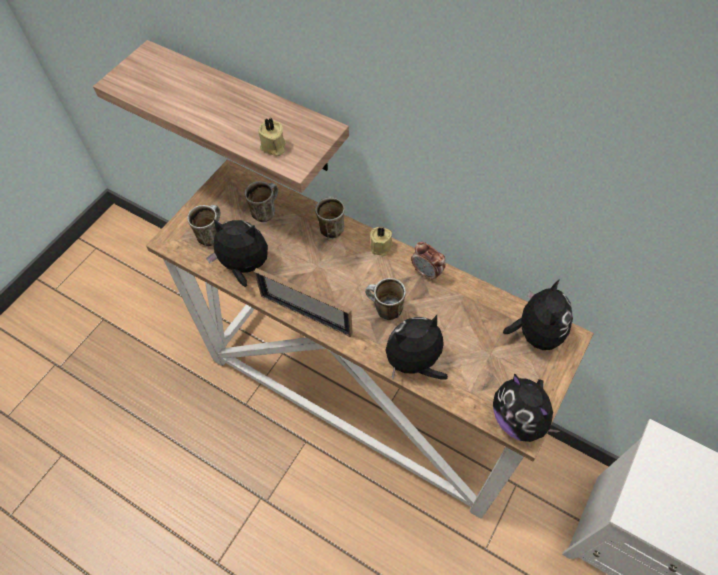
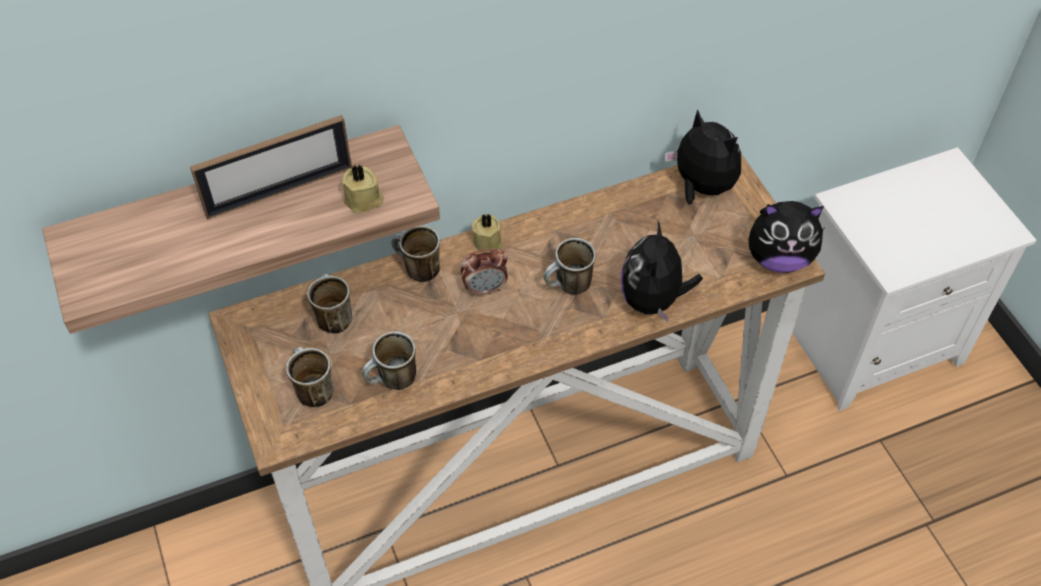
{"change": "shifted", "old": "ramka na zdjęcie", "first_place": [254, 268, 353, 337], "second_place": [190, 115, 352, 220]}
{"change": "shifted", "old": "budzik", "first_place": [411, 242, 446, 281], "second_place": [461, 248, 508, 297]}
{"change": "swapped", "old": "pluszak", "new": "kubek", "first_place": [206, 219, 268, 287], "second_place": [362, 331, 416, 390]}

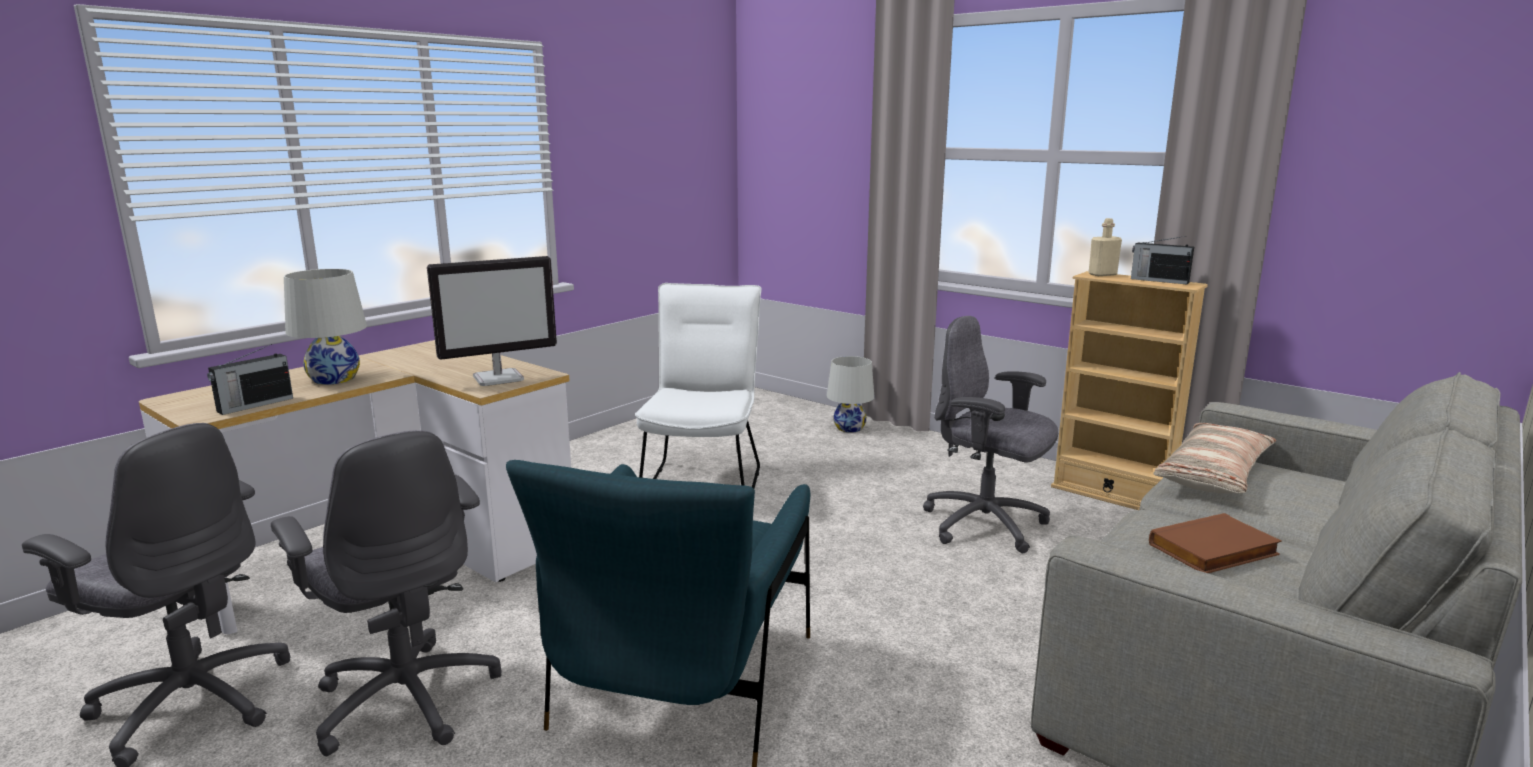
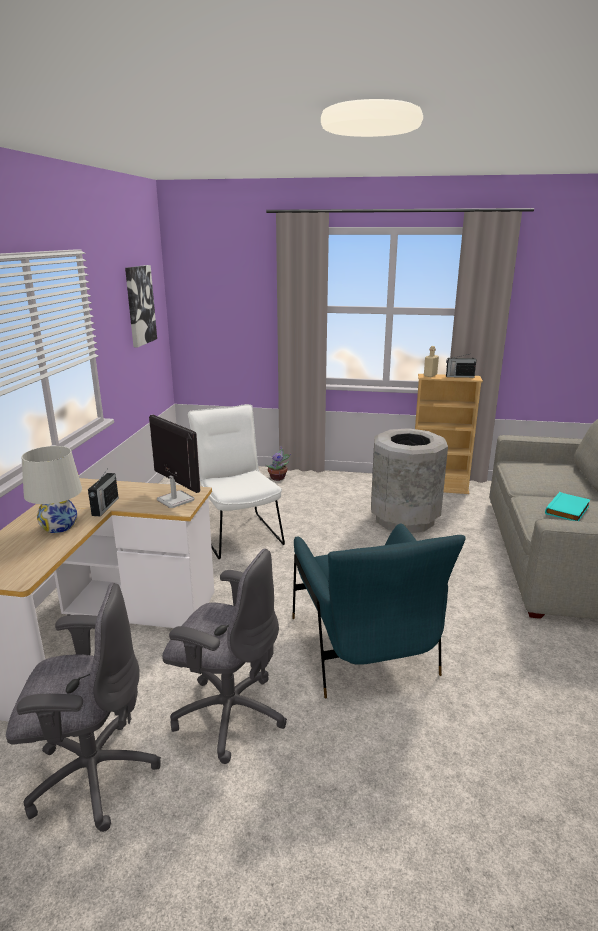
{"change": "gone", "old": "poduszka", "first_place": [1153, 423, 1276, 494]}
{"change": "new", "new": "obraz", "second_place": [125, 265, 157, 347]}
{"change": "shifted", "old": "radio", "first_place": [207, 344, 293, 415], "second_place": [88, 470, 119, 516]}
{"change": "swapped", "old": "lampa stołowa/biały", "new": "roślina doniczkowa", "first_place": [827, 356, 874, 433], "second_place": [265, 446, 291, 481]}
{"change": "swapped", "old": "krzesło biurowe/szary", "new": "kosz na śmieci/szary", "first_place": [923, 316, 1058, 553], "second_place": [371, 428, 448, 533]}
{"change": "repainted", "old": "książka/brązowy", "new": "książka/turkusowy", "first_place": [1149, 513, 1282, 573], "second_place": [545, 492, 590, 521]}
{"change": "rotated", "old": "monitor", "first_place": [427, 256, 557, 386], "second_place": [149, 415, 200, 508], "degrees": -75}

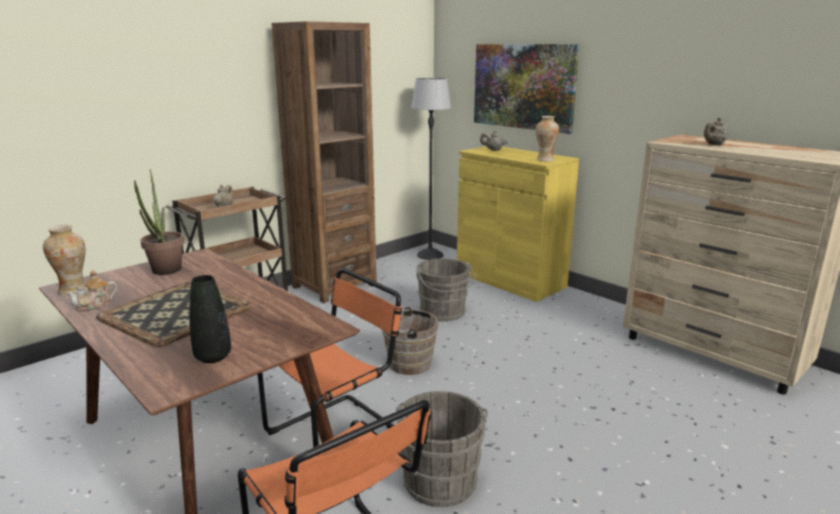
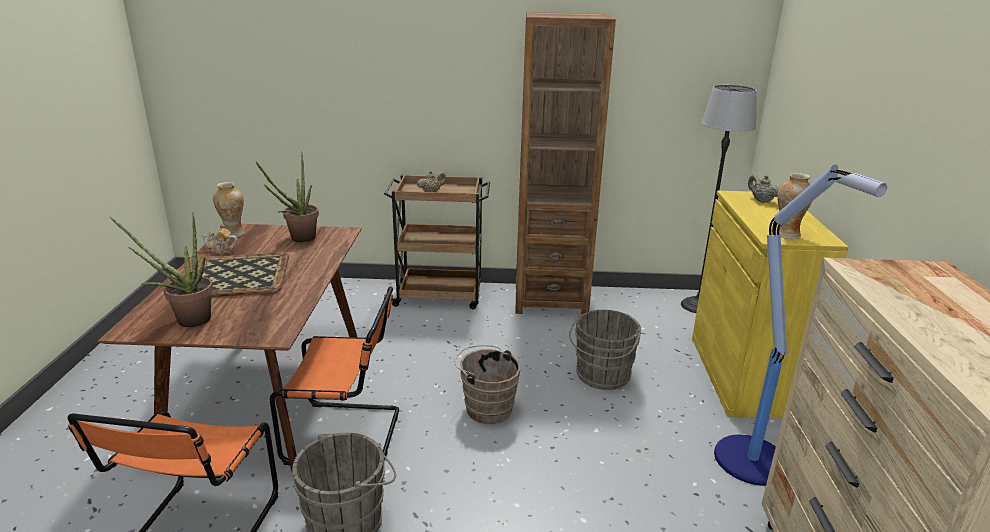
{"change": "gone", "old": "obraz", "first_place": [474, 44, 580, 134]}
{"change": "gone", "old": "imbryk/beżowy", "first_place": [704, 117, 728, 145]}
{"change": "new", "new": "lampa stojąca", "second_place": [714, 164, 887, 486]}
{"change": "swapped", "old": "wazon/czarny", "new": "roślina doniczkowa", "first_place": [189, 275, 231, 363], "second_place": [110, 212, 213, 327]}

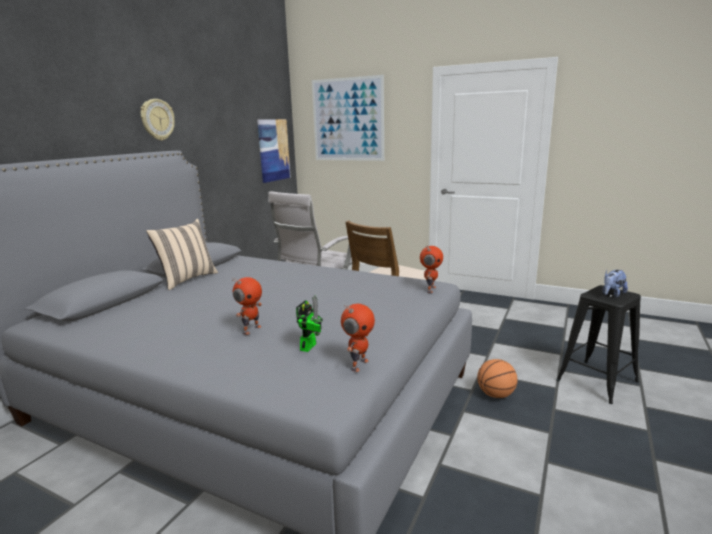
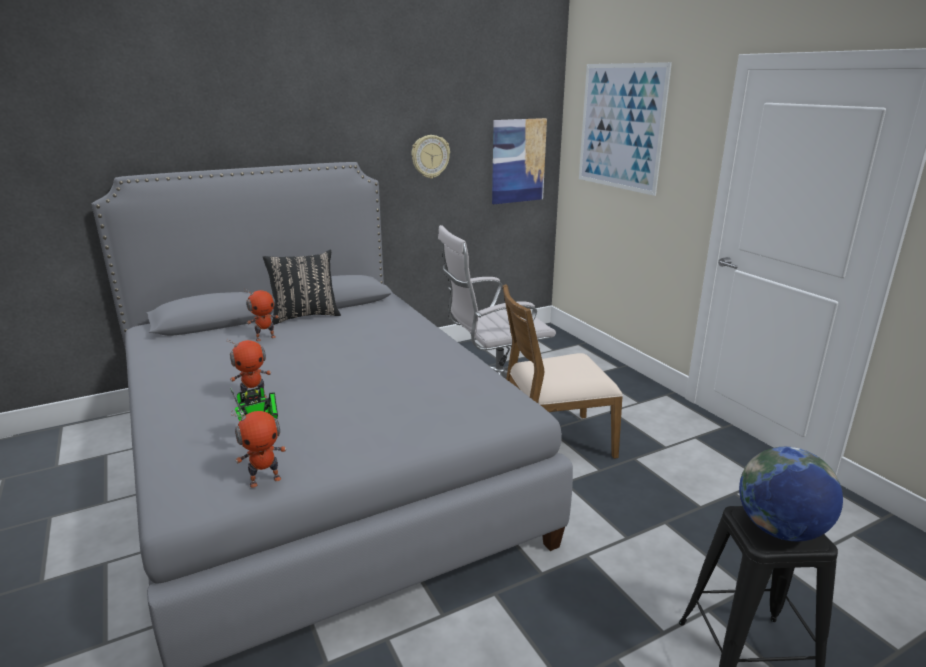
{"change": "gone", "old": "piłka do koszykówki", "first_place": [477, 359, 518, 398]}
{"change": "shifted", "old": "zegar ścienny", "first_place": [141, 99, 175, 141], "second_place": [412, 135, 450, 179]}
{"change": "shifted", "old": "robot zabawkowy", "first_place": [420, 245, 443, 293], "second_place": [244, 289, 279, 341]}
{"change": "swapped", "old": "pluszak", "new": "globus", "first_place": [603, 270, 628, 298], "second_place": [739, 447, 843, 542]}
{"change": "repainted", "old": "poduszka/beżowy", "new": "poduszka/czarny", "first_place": [146, 219, 218, 290], "second_place": [263, 250, 341, 325]}

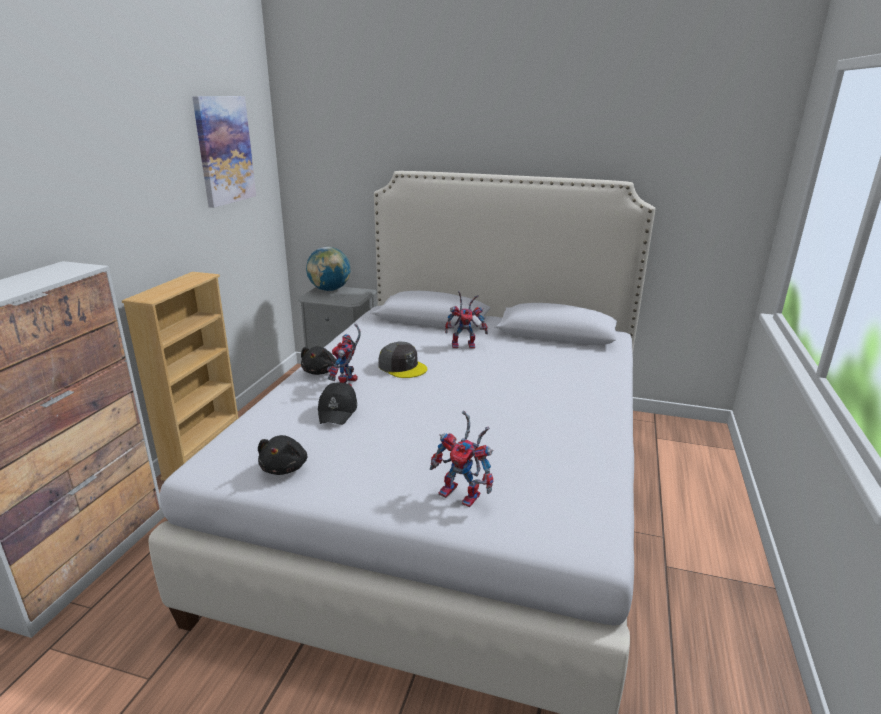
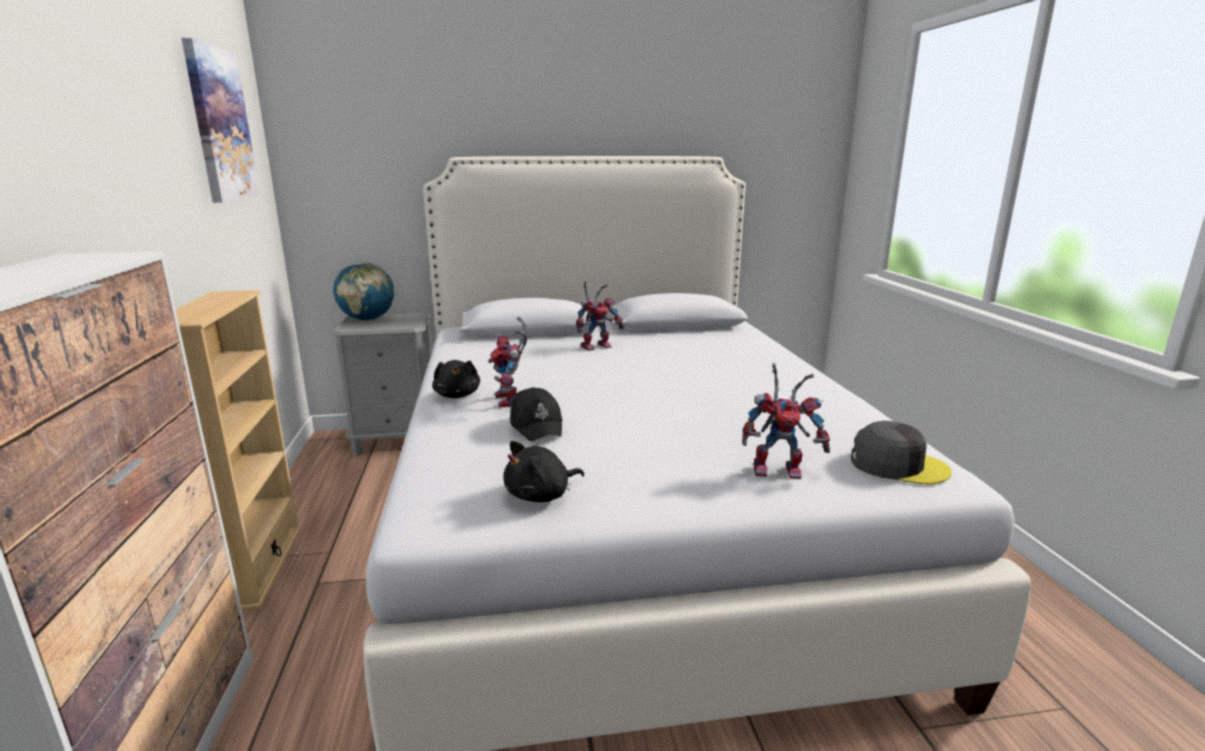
{"change": "shifted", "old": "czapka z daszkiem/szary", "first_place": [378, 342, 427, 378], "second_place": [851, 421, 952, 484]}
{"change": "rotated", "old": "pluszak/czarny", "first_place": [258, 435, 307, 475], "second_place": [503, 441, 584, 502], "degrees": 75}

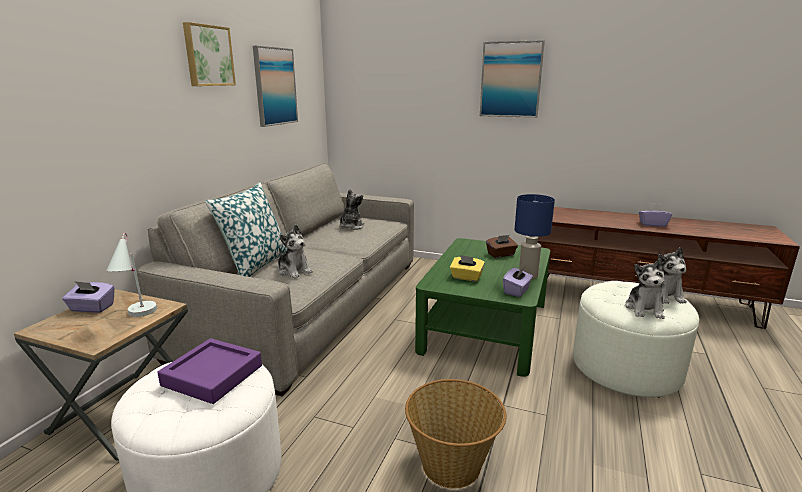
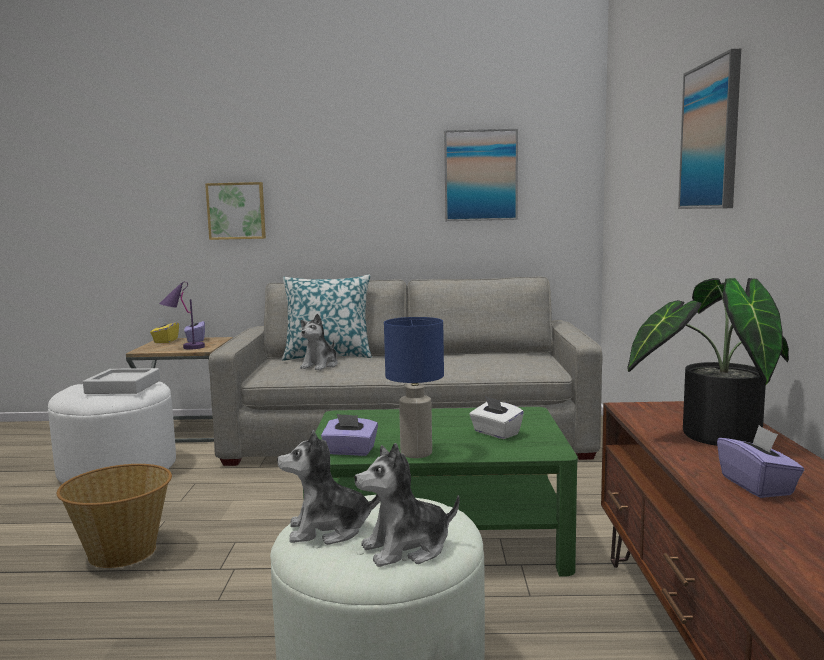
{"change": "gone", "old": "pluszak", "first_place": [339, 189, 364, 230]}
{"change": "new", "new": "roślina doniczkowa", "second_place": [627, 278, 789, 446]}
{"change": "shifted", "old": "obraz", "first_place": [183, 22, 236, 86], "second_place": [205, 182, 266, 240]}
{"change": "shifted", "old": "pudełko chusteczek/żółty", "first_place": [450, 255, 485, 282], "second_place": [150, 317, 179, 343]}
{"change": "repainted", "old": "lampa stołowa/biały", "new": "lampa stołowa/fioletowy", "first_place": [106, 233, 157, 317], "second_place": [159, 281, 205, 349]}
{"change": "repainted", "old": "taca/fioletowy", "new": "taca/szary", "first_place": [157, 338, 262, 404], "second_place": [83, 368, 160, 394]}
{"change": "repainted", "old": "pudełko chusteczek/brązowy", "new": "pudełko chusteczek/biały", "first_place": [486, 235, 518, 258], "second_place": [469, 396, 524, 439]}

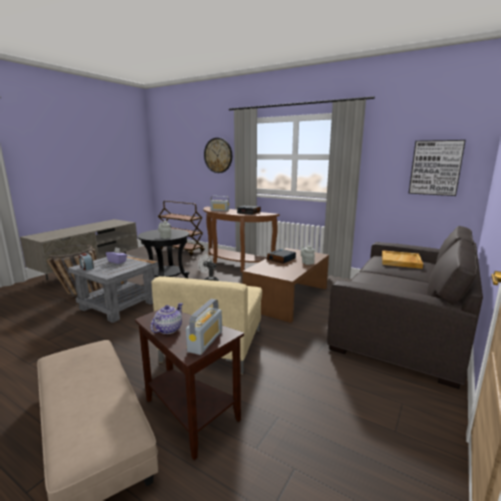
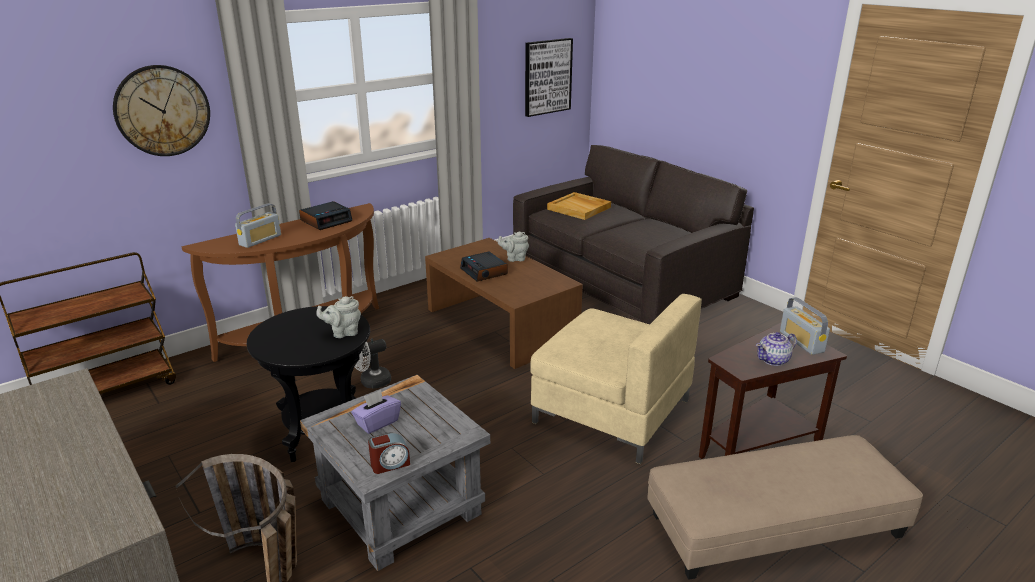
{"change": "rotated", "old": "imbryk", "first_place": [150, 303, 183, 334], "second_place": [756, 332, 797, 366], "degrees": -75}
{"change": "rotated", "old": "radio", "first_place": [186, 299, 222, 355], "second_place": [780, 297, 830, 355], "degrees": -150}

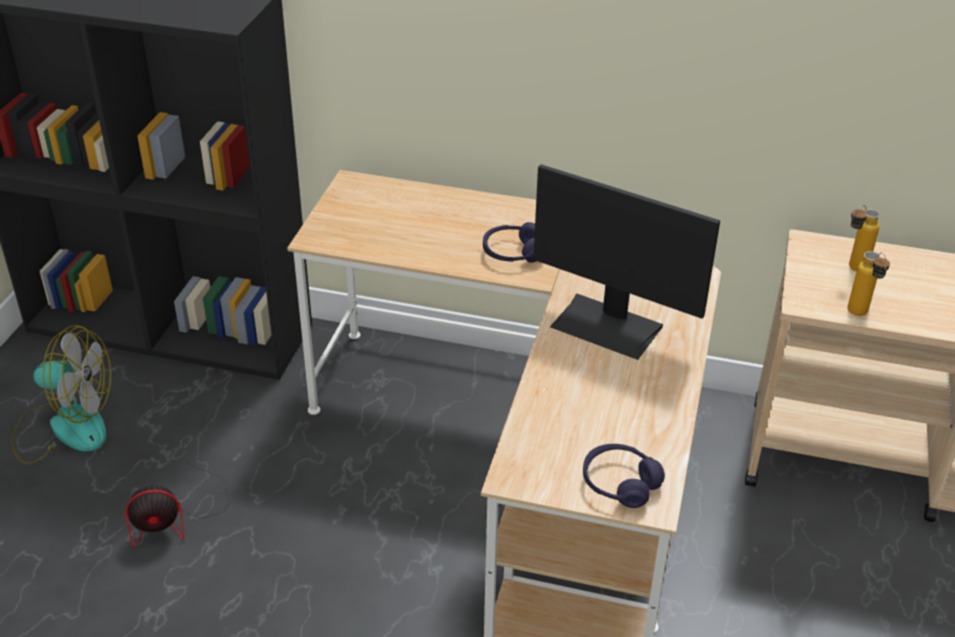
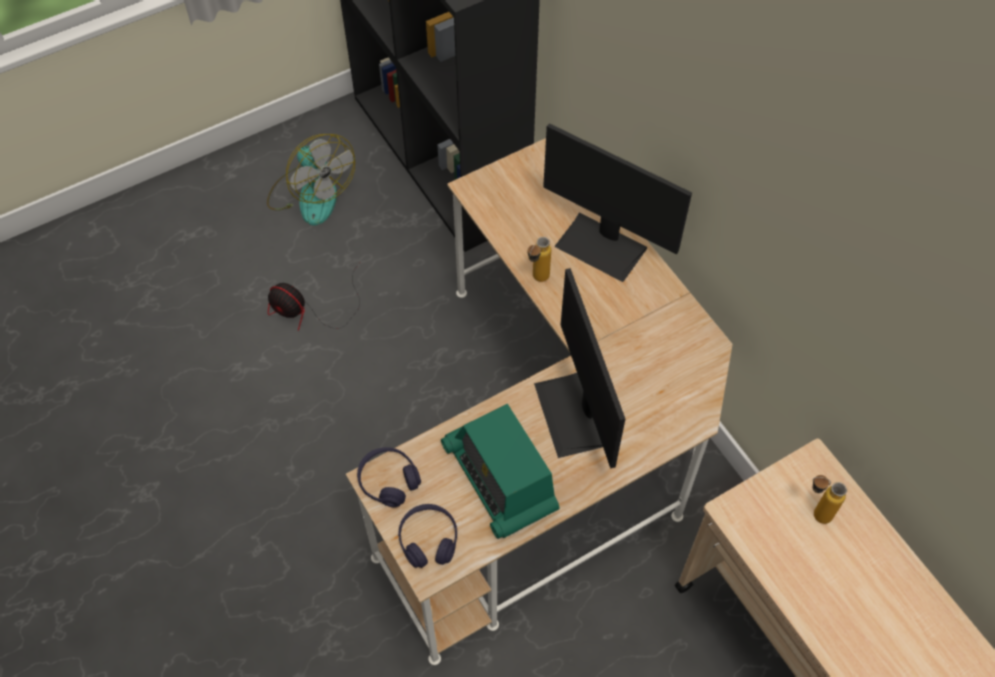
{"change": "new", "new": "radio", "second_place": [441, 404, 560, 539]}
{"change": "new", "new": "monitor", "second_place": [543, 123, 692, 282]}
{"change": "shifted", "old": "słuchawki/fioletowy", "first_place": [483, 222, 536, 263], "second_place": [357, 447, 421, 507]}
{"change": "shifted", "old": "butelka", "first_place": [847, 251, 890, 316], "second_place": [528, 237, 551, 282]}

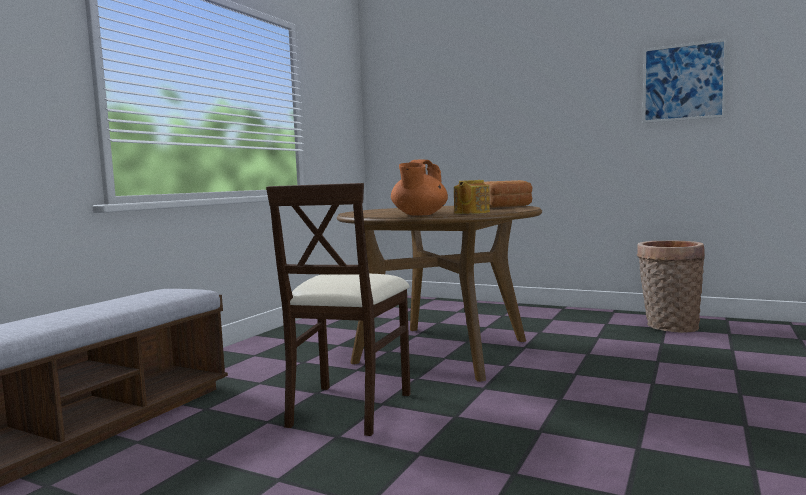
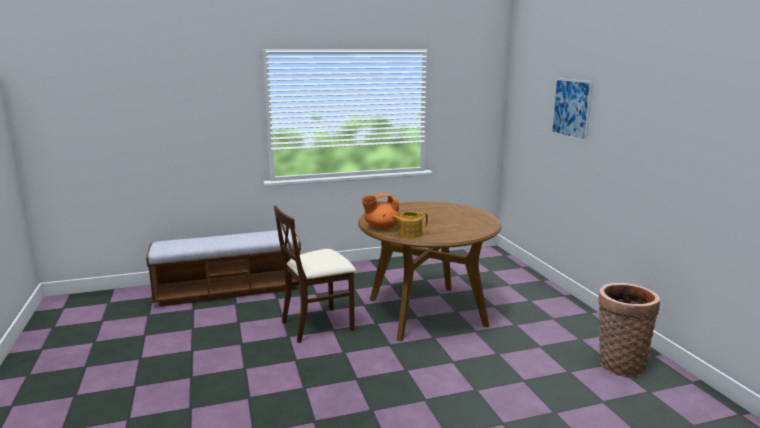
{"change": "gone", "old": "chleb", "first_place": [484, 180, 533, 208]}
{"change": "shifted", "old": "obraz", "first_place": [643, 38, 727, 123], "second_place": [551, 78, 593, 142]}

